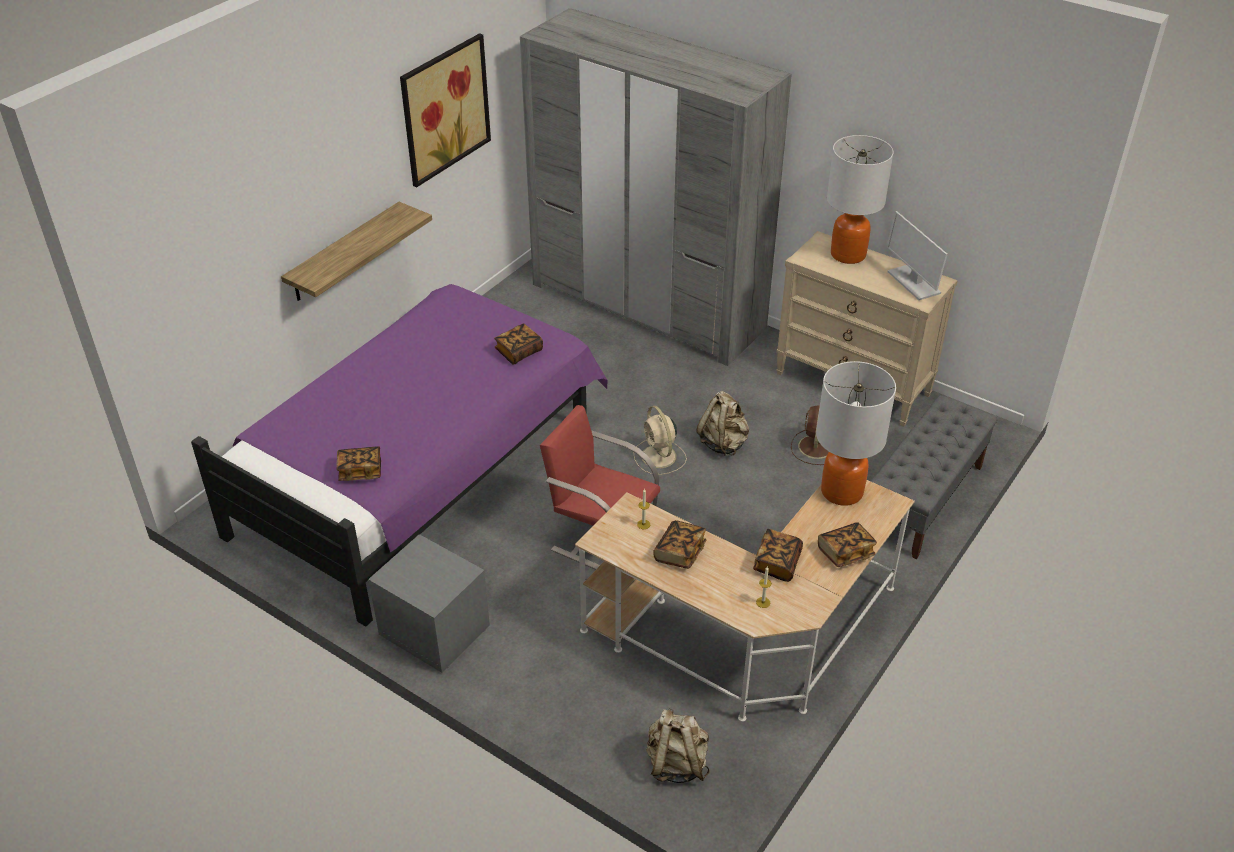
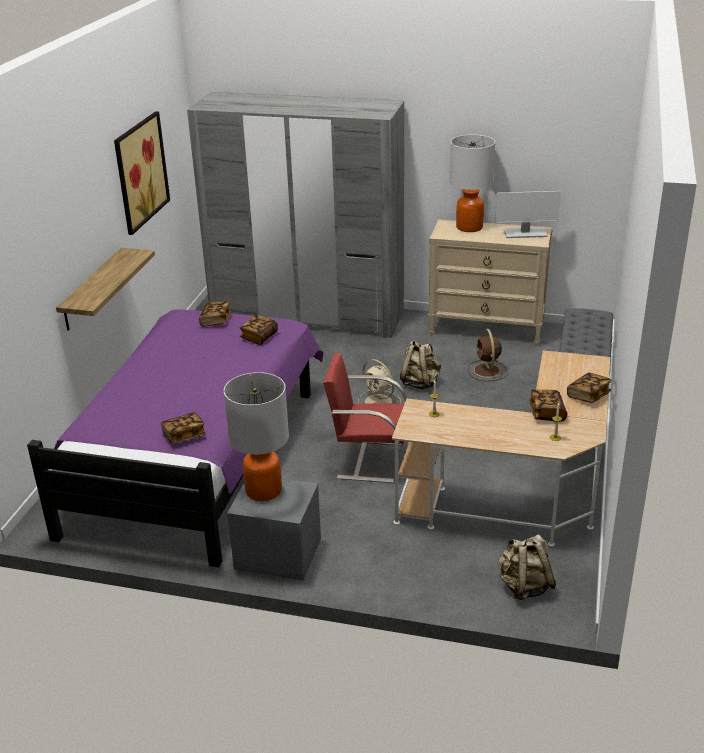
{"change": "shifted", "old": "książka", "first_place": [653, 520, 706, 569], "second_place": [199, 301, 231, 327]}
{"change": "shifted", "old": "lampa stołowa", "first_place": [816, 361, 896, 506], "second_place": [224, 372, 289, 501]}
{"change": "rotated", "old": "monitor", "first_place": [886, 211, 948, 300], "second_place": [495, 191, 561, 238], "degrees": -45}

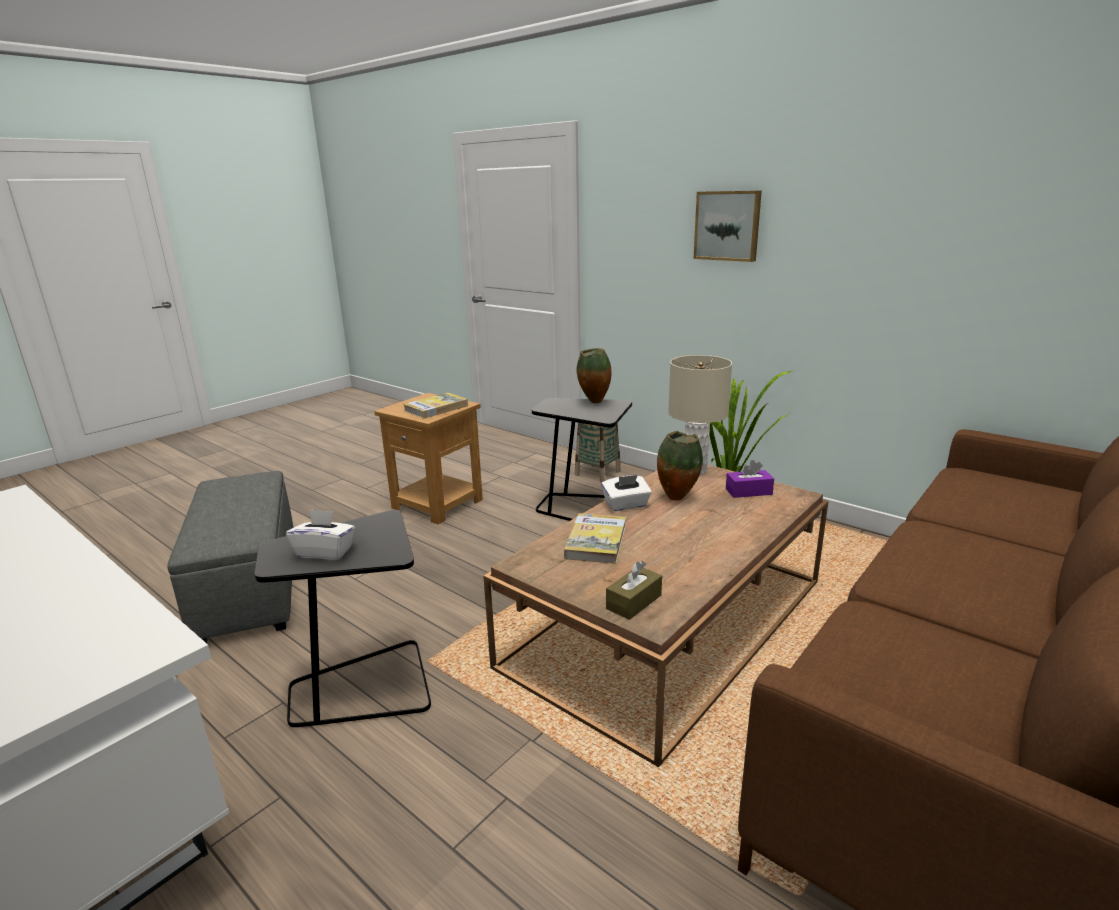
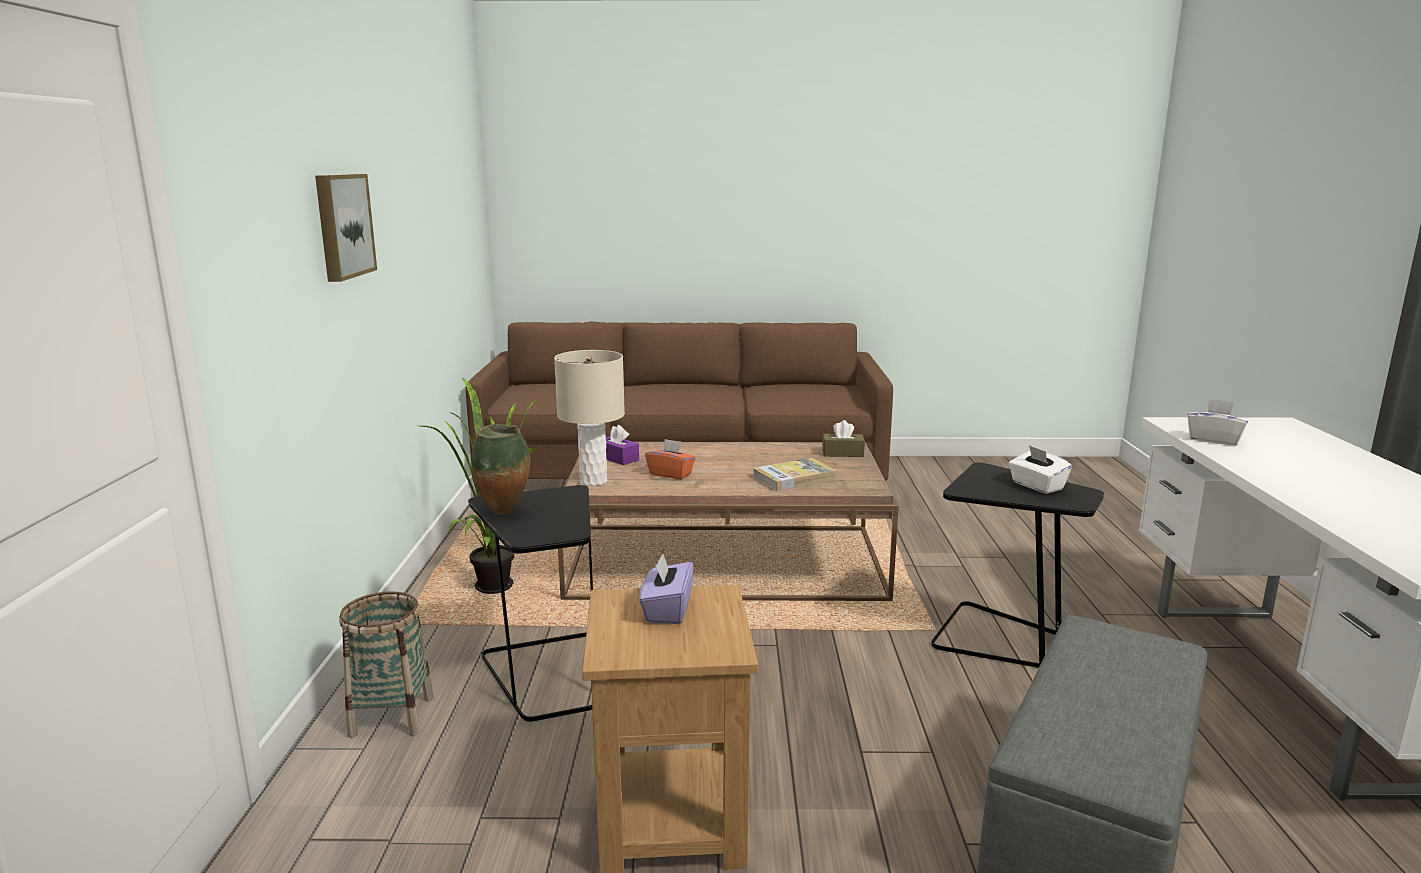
{"change": "shifted", "old": "pudełko chusteczek/biały", "first_place": [601, 475, 652, 511], "second_place": [1187, 398, 1248, 446]}
{"change": "swapped", "old": "książka", "new": "pudełko chusteczek/fioletowy", "first_place": [404, 393, 468, 419], "second_place": [639, 553, 694, 624]}
{"change": "swapped", "old": "wazon", "new": "pudełko chusteczek/pomarańczowy", "first_place": [657, 431, 703, 501], "second_place": [645, 439, 696, 479]}

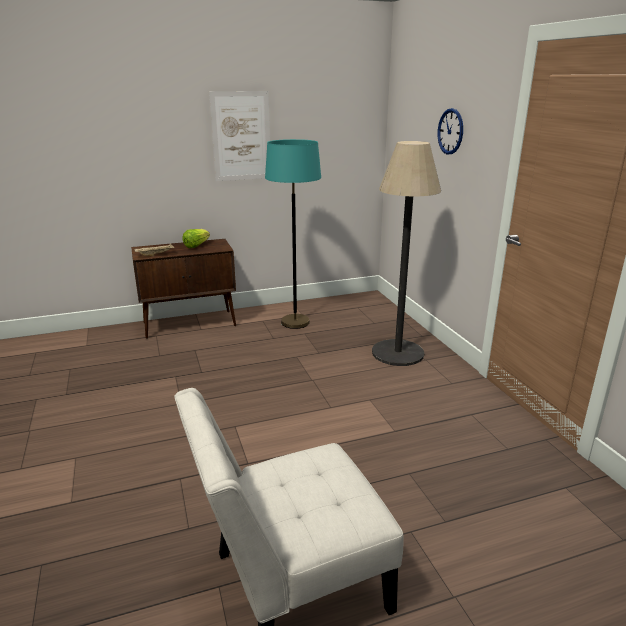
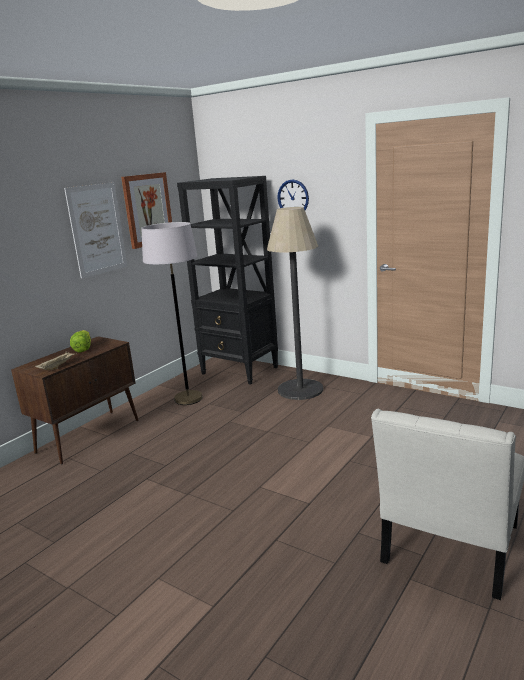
{"change": "new", "new": "obraz", "second_place": [121, 172, 172, 249]}
{"change": "new", "new": "regał/czarny", "second_place": [177, 176, 278, 385]}
{"change": "repainted", "old": "lampa stojąca/turkusowy", "new": "lampa stojąca/szary", "first_place": [265, 139, 321, 329], "second_place": [141, 222, 203, 405]}

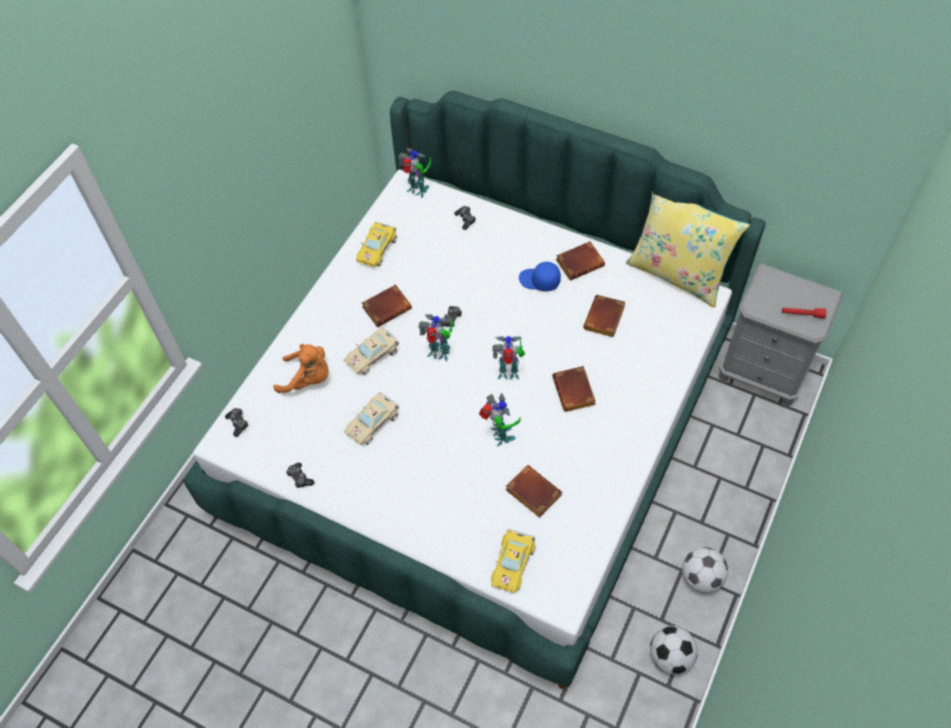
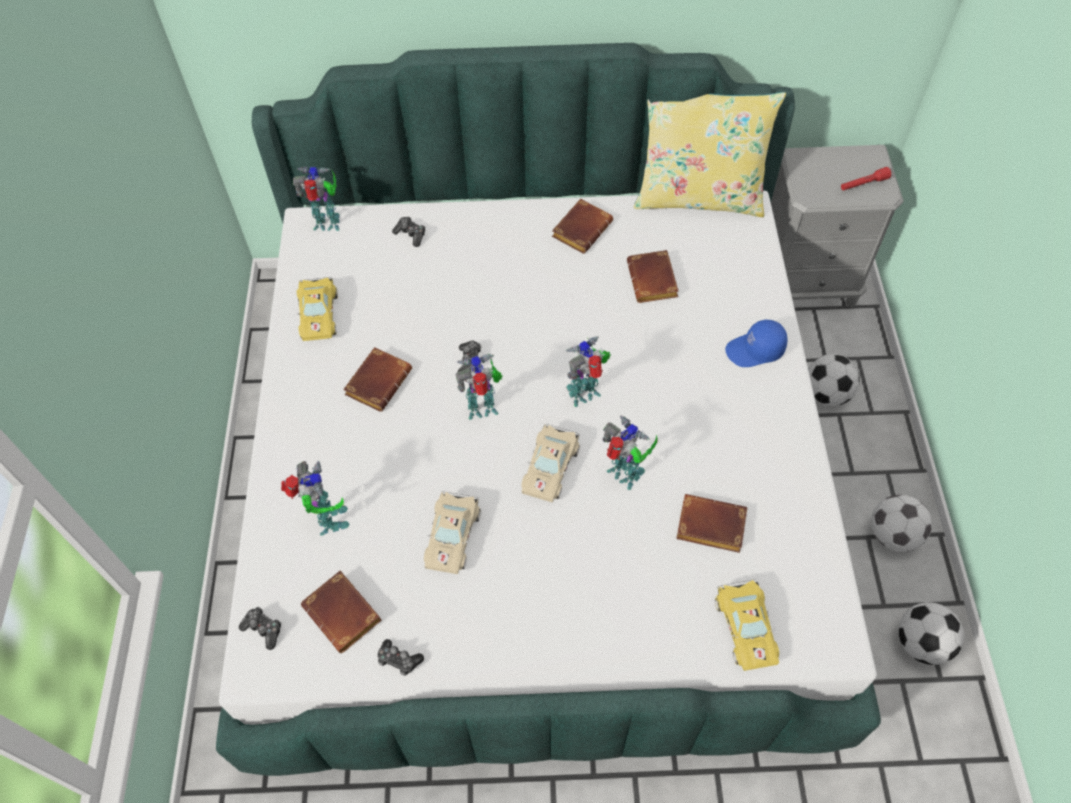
{"change": "new", "new": "piłka futbolowa", "second_place": [808, 354, 860, 406]}
{"change": "shifted", "old": "samochodzik/beżowy", "first_place": [344, 327, 399, 375], "second_place": [521, 424, 580, 502]}
{"change": "shifted", "old": "czapka z daszkiem/niebieski", "first_place": [519, 262, 561, 292], "second_place": [725, 319, 787, 367]}
{"change": "shifted", "old": "książka/brązowy", "first_place": [552, 366, 596, 412], "second_place": [301, 571, 381, 653]}
{"change": "swapped", "old": "pluszak/pomarańczowy", "new": "robot zabawkowy", "first_place": [273, 344, 328, 393], "second_place": [281, 461, 349, 536]}

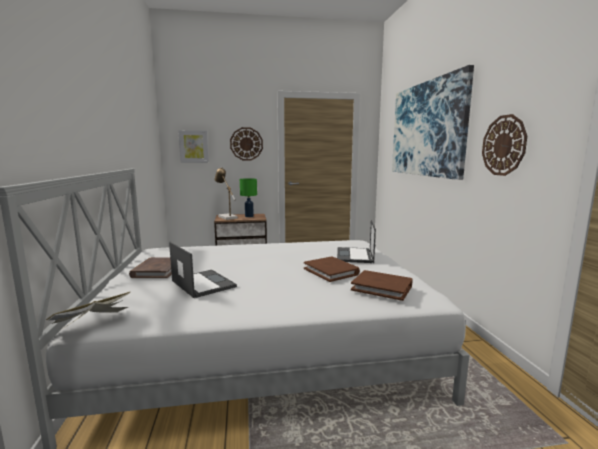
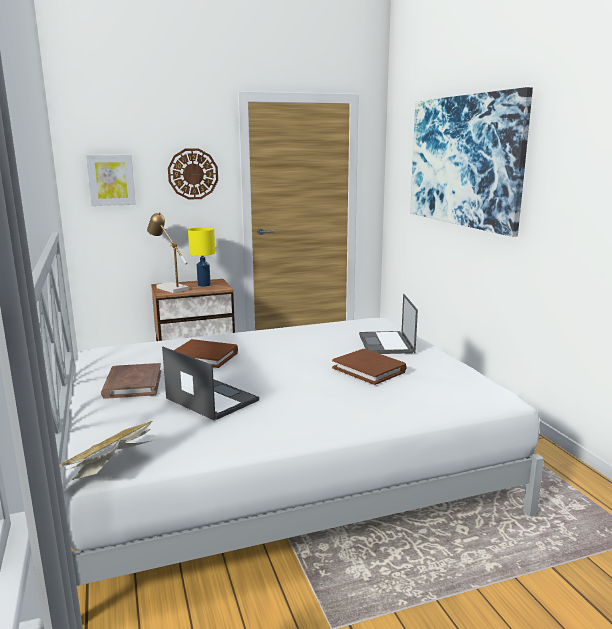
{"change": "gone", "old": "zegar ścienny", "first_place": [482, 114, 527, 176]}
{"change": "shifted", "old": "książka/brązowy", "first_place": [351, 270, 412, 301], "second_place": [174, 339, 238, 368]}
{"change": "repainted", "old": "lampa stołowa/zielony", "new": "lampa stołowa/żółty", "first_place": [240, 178, 257, 217], "second_place": [188, 227, 215, 287]}

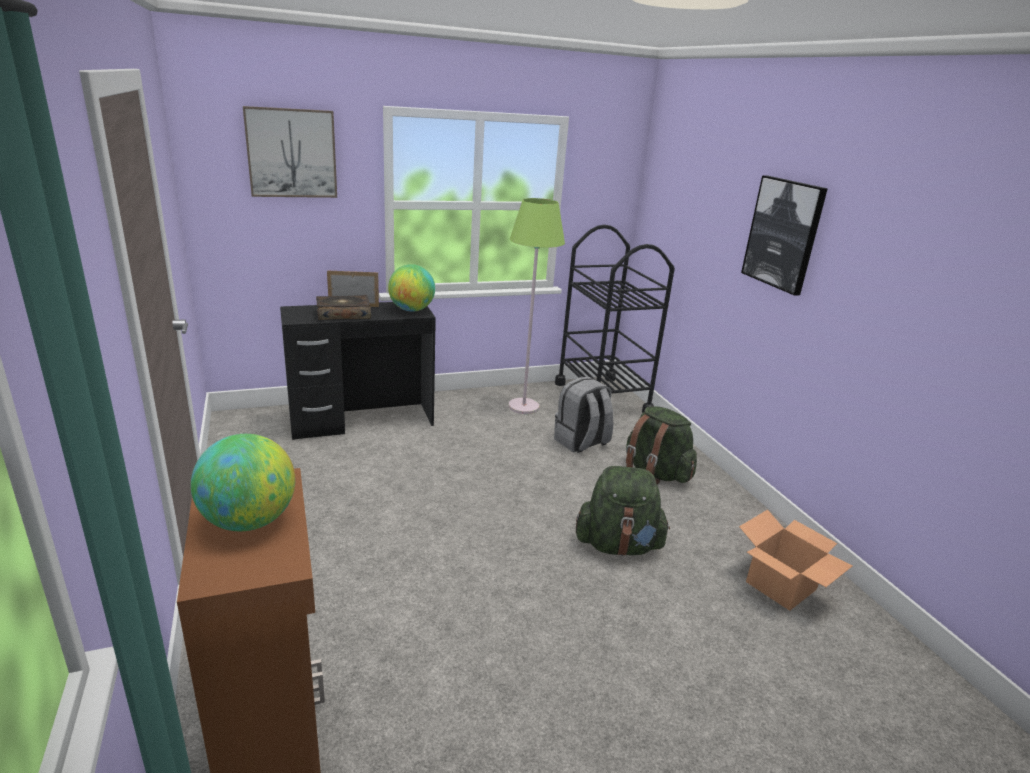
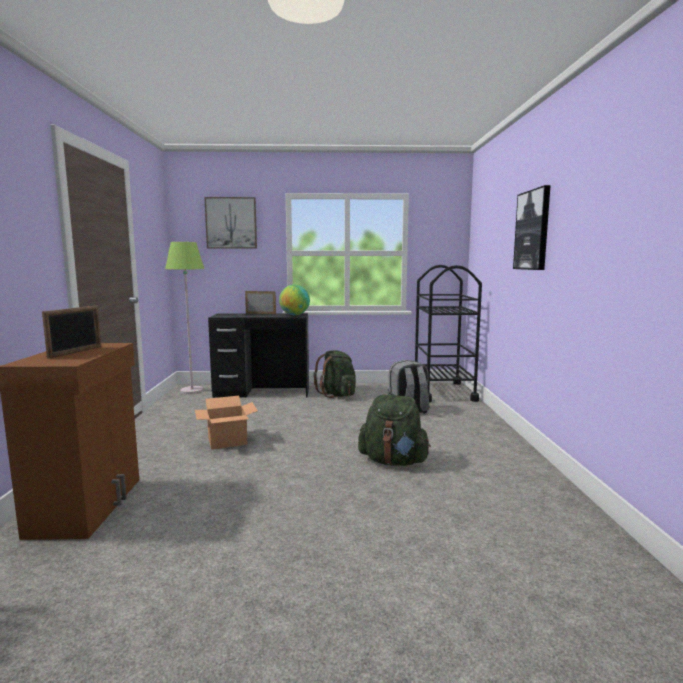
{"change": "gone", "old": "książka", "first_place": [316, 295, 371, 320]}
{"change": "shifted", "old": "lampa stojąca/zielony", "first_place": [509, 198, 565, 414], "second_place": [165, 242, 204, 394]}
{"change": "shifted", "old": "plecak/zielony", "first_place": [626, 406, 697, 484], "second_place": [313, 350, 356, 398]}
{"change": "shifted", "old": "karton", "first_place": [739, 510, 853, 611], "second_place": [195, 396, 258, 449]}
{"change": "swapped", "old": "globus", "new": "ramka na zdjęcie", "first_place": [191, 434, 295, 531], "second_place": [42, 306, 101, 359]}

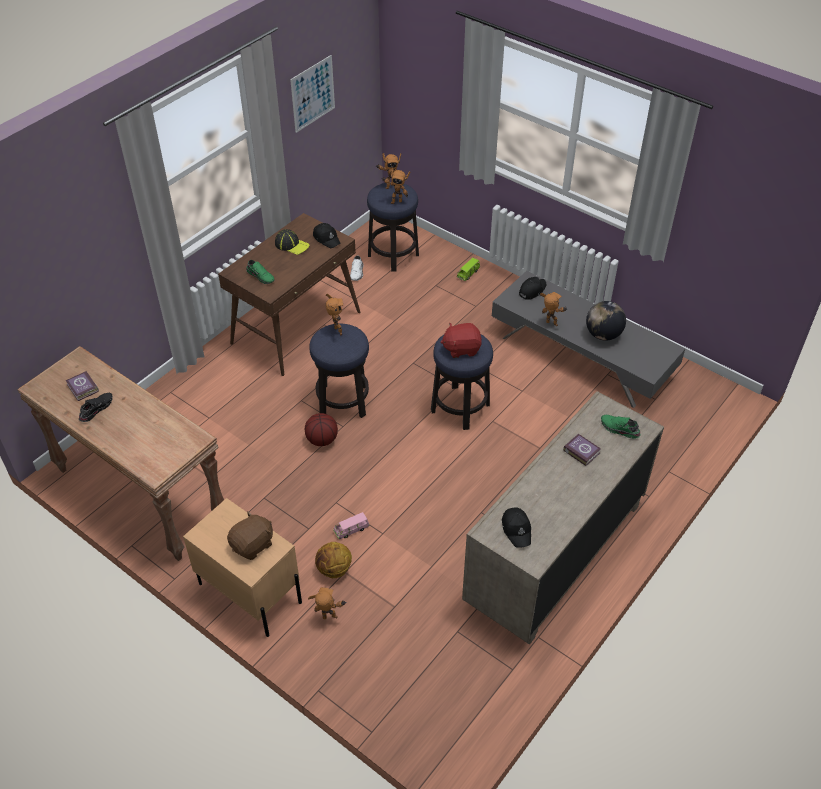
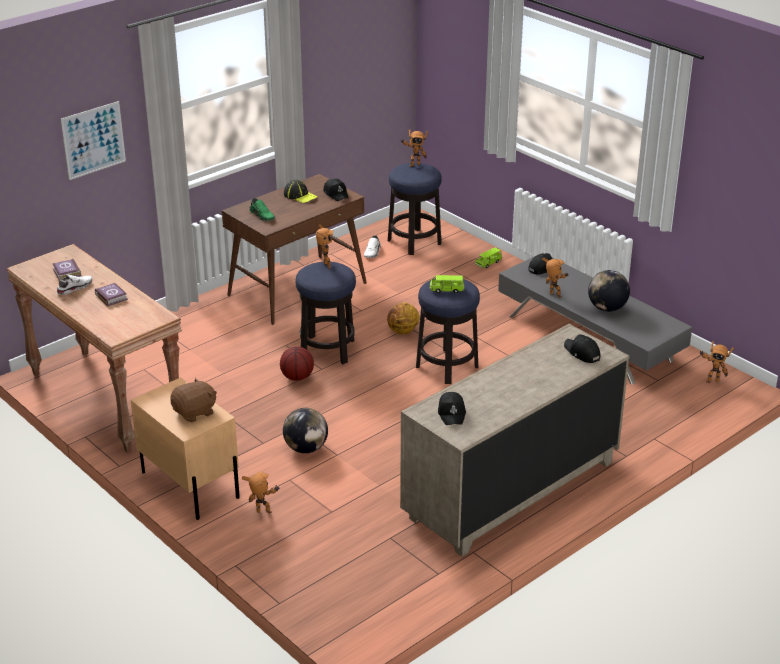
{"change": "shifted", "old": "obraz", "first_place": [290, 55, 335, 133], "second_place": [61, 101, 126, 180]}
{"change": "shifted", "old": "piłka do koszykówki", "first_place": [315, 542, 352, 578], "second_place": [387, 302, 420, 335]}
{"change": "shifted", "old": "robot zabawkowy", "first_place": [382, 167, 411, 204], "second_place": [699, 341, 734, 383]}
{"change": "shifted", "old": "książka", "first_place": [563, 434, 601, 466], "second_place": [95, 283, 128, 306]}
{"change": "swapped", "old": "samochodzik/różowy", "new": "globus", "first_place": [333, 512, 369, 539], "second_place": [283, 408, 328, 453]}
{"change": "swapped", "old": "pluszak/czerwony", "new": "samochodzik/zielony", "first_place": [440, 323, 482, 358], "second_place": [430, 275, 464, 293]}
{"change": "swapped", "old": "but/zielony", "new": "czapka z daszkiem/czarny", "first_place": [601, 415, 641, 439], "second_place": [564, 334, 600, 363]}
{"change": "repainted", "old": "but/czarny", "new": "but/biały", "first_place": [79, 393, 113, 422], "second_place": [56, 274, 92, 295]}

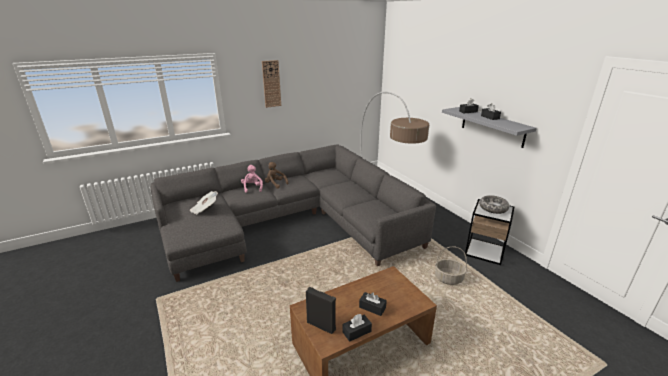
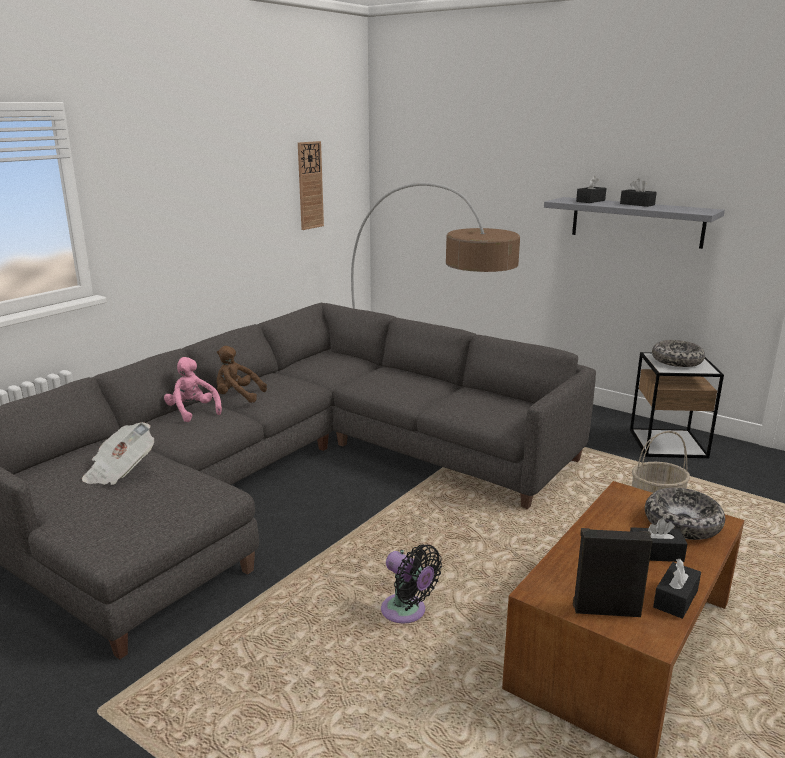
{"change": "new", "new": "wentylator/czarny", "second_place": [381, 544, 442, 624]}
{"change": "new", "new": "miska", "second_place": [645, 488, 725, 540]}
{"change": "shifted", "old": "zegar ścienny", "first_place": [262, 60, 281, 108], "second_place": [298, 141, 324, 230]}

